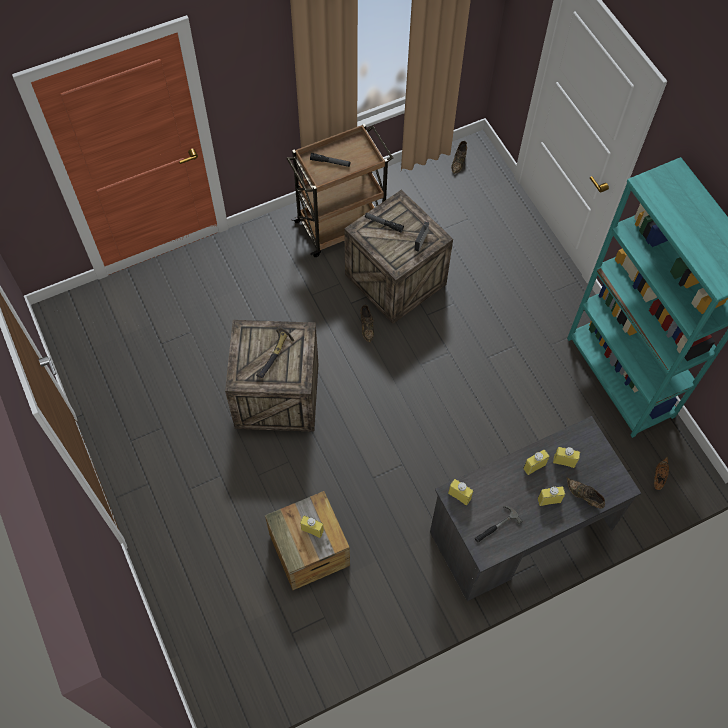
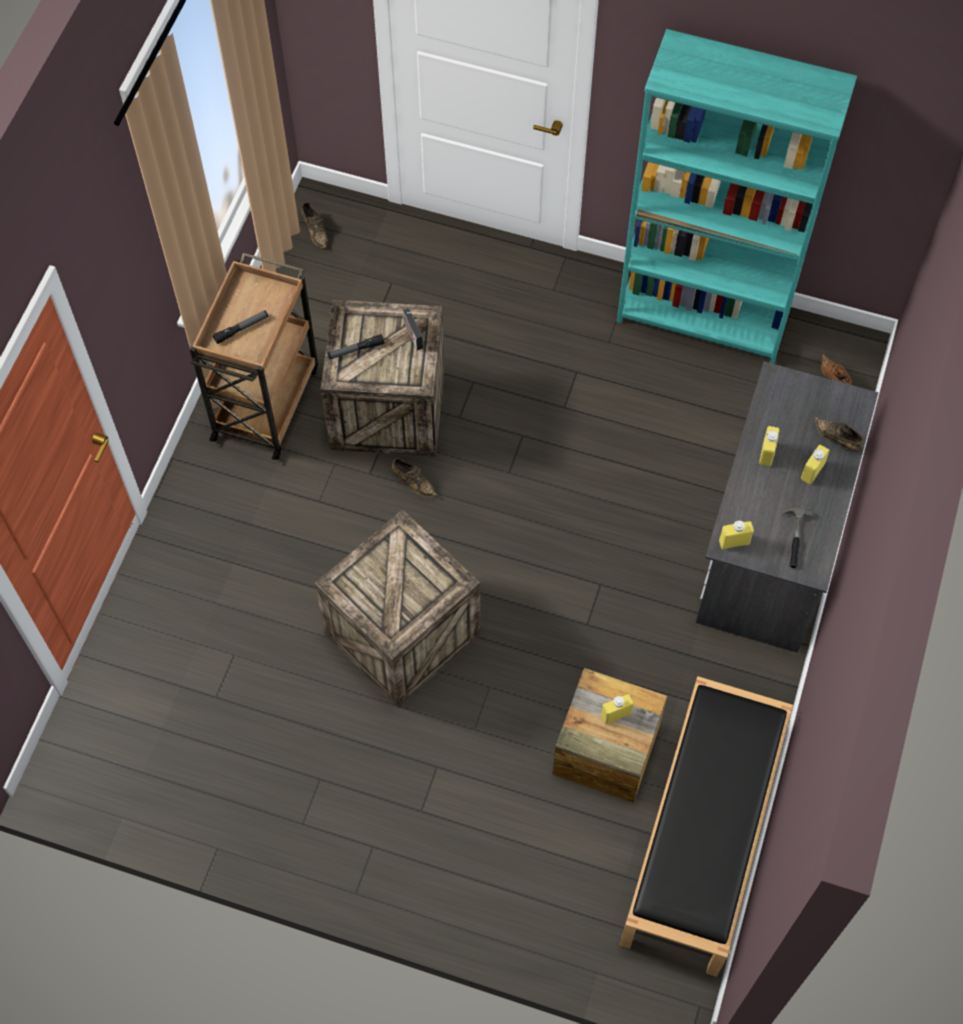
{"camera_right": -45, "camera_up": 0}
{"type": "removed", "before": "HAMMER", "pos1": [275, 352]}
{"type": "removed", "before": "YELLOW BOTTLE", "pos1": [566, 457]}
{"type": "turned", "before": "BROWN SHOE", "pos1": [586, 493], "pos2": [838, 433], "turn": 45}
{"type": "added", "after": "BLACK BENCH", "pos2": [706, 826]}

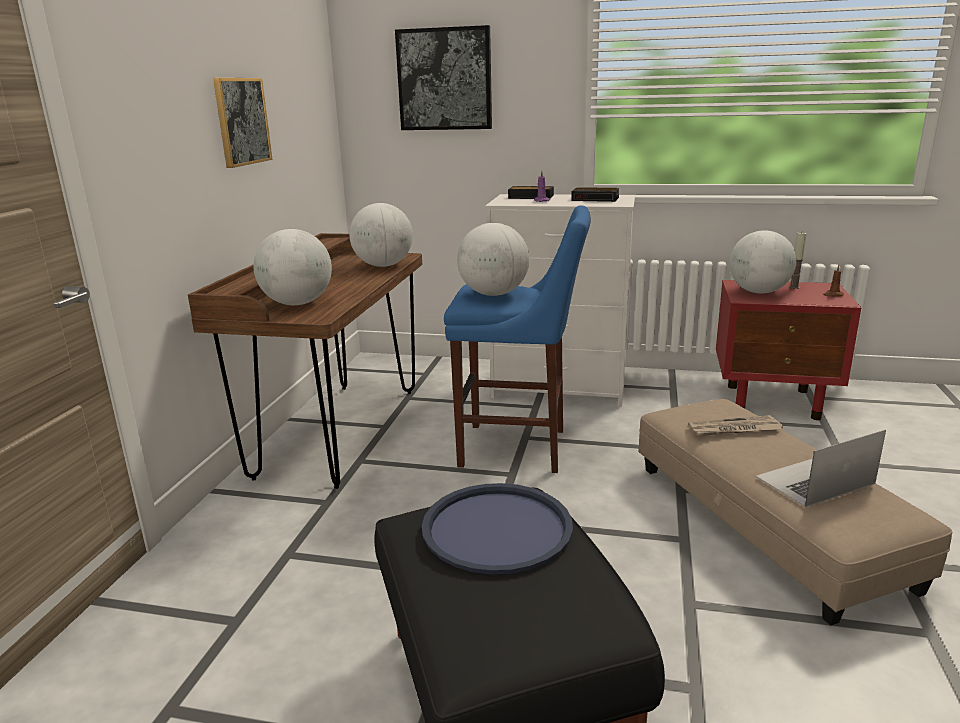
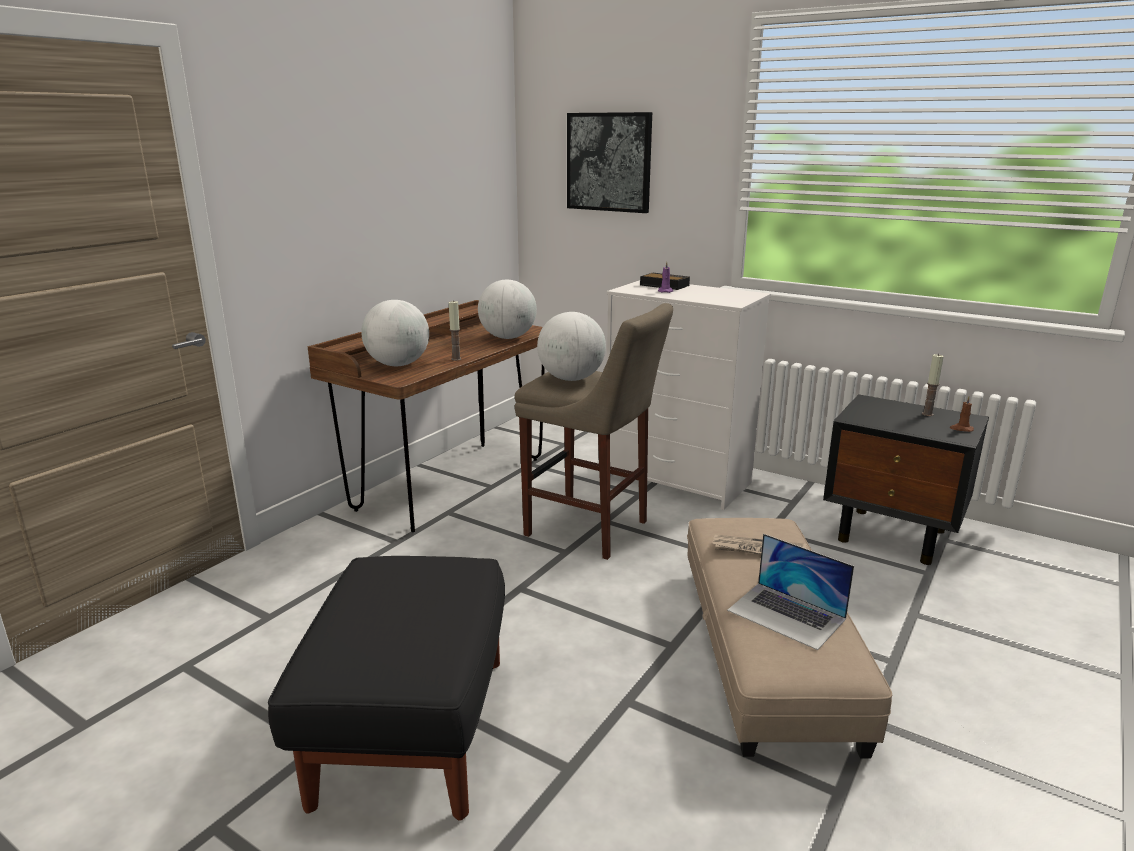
{"camera_right": 20, "camera_up": 0}
{"type": "removed", "before": "PICTURE", "pos1": [243, 123]}
{"type": "removed", "before": "BLUE TRAY", "pos1": [497, 528]}
{"type": "recoloured", "before": "BLUE STOOL", "after": "BEIGE STOOL", "pos1": [517, 339], "pos2": [594, 431]}
{"type": "removed", "before": "ALARM CLOCK", "pos1": [595, 194]}
{"type": "recoloured", "before": "RED NIGHTSTAND", "after": "BLACK NIGHTSTAND", "pos1": [788, 350], "pos2": [906, 479]}
{"type": "removed", "before": "GLOBE", "pos1": [762, 261]}
{"type": "turned", "before": "LAPTOP", "pos1": [821, 468], "pos2": [790, 592], "turn": -135}
{"type": "added", "after": "CANDLE", "pos2": [455, 331]}

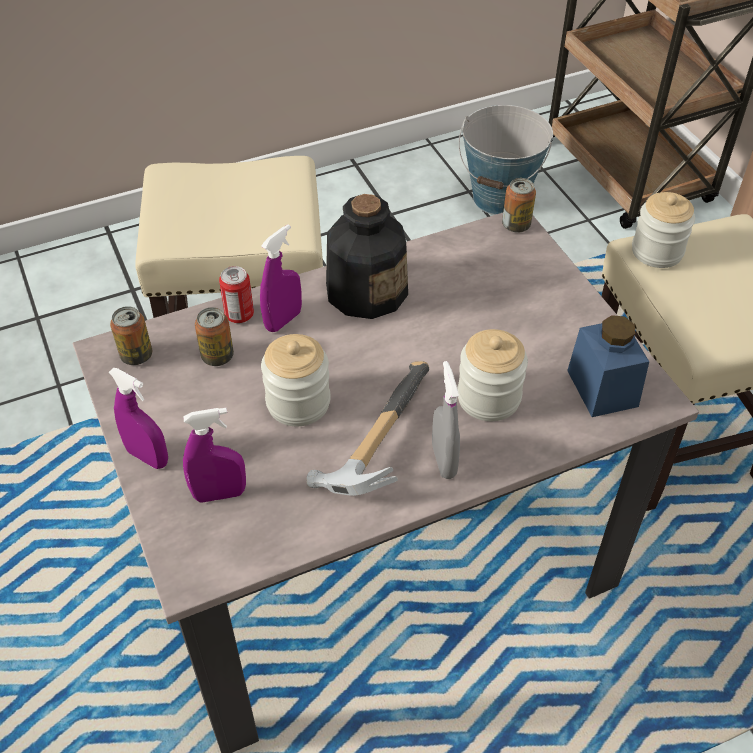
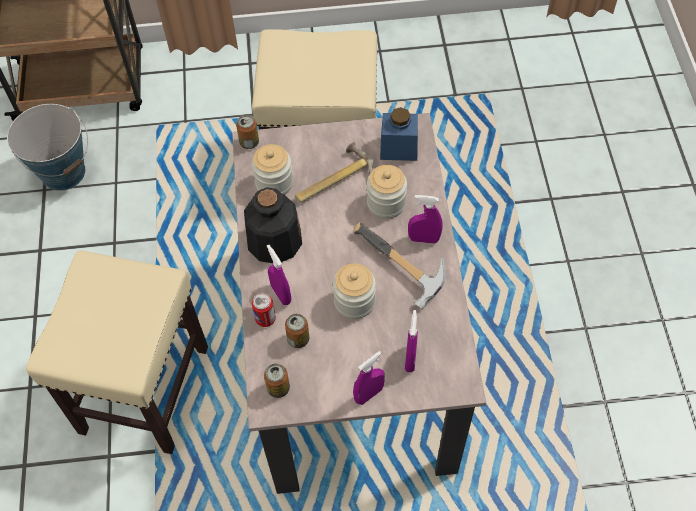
{"camera_right": -70, "camera_up": 10}
{"type": "recoloured", "before": "GREY SPRAY BOTTLE", "after": "PURPLE SPRAY BOTTLE", "pos1": [446, 420], "pos2": [425, 219]}
{"type": "moved", "before": "JAR", "pos1": [663, 230], "pos2": [272, 169]}
{"type": "added", "after": "HAMMER", "pos2": [334, 172]}

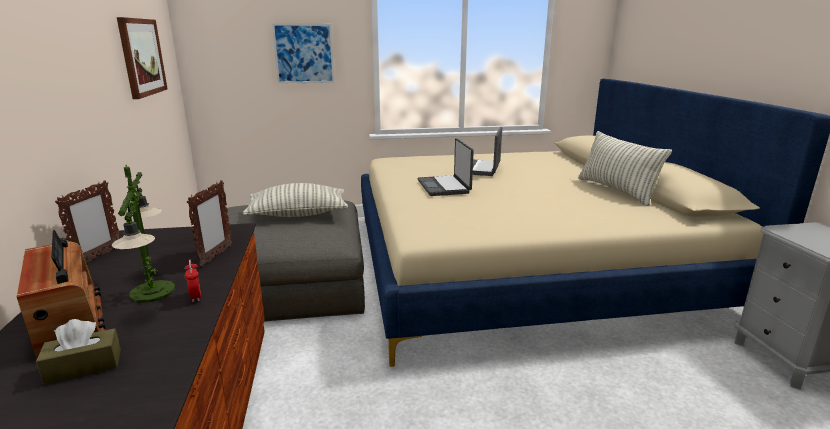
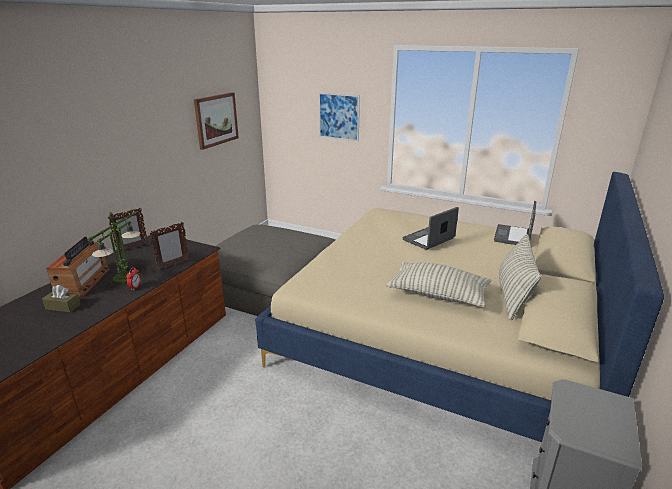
{"camera_right": 35, "camera_up": 5}
{"type": "moved", "before": "PILLOW", "pos1": [295, 200], "pos2": [438, 285]}
{"type": "moved", "before": "LAPTOP", "pos1": [445, 167], "pos2": [515, 223]}

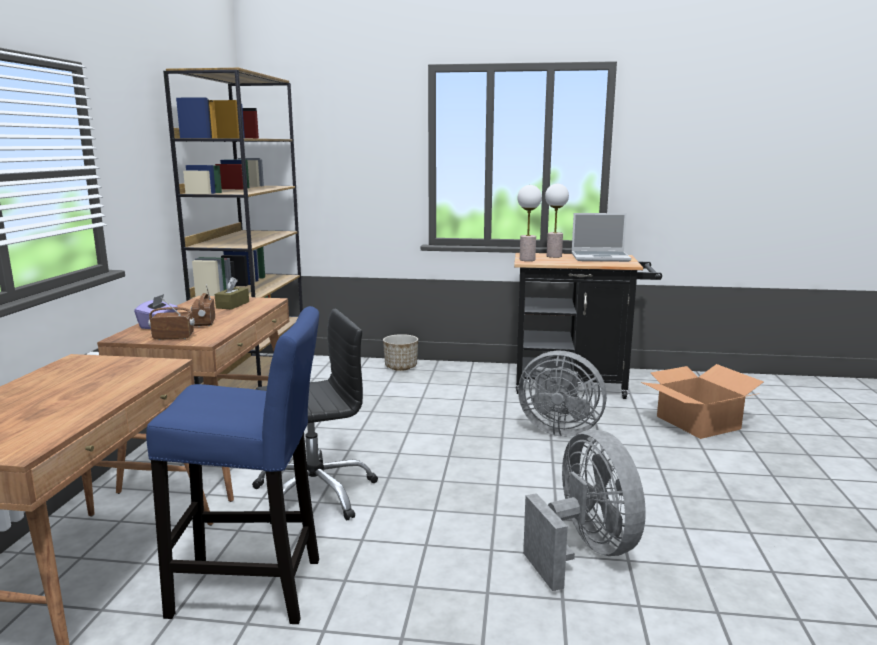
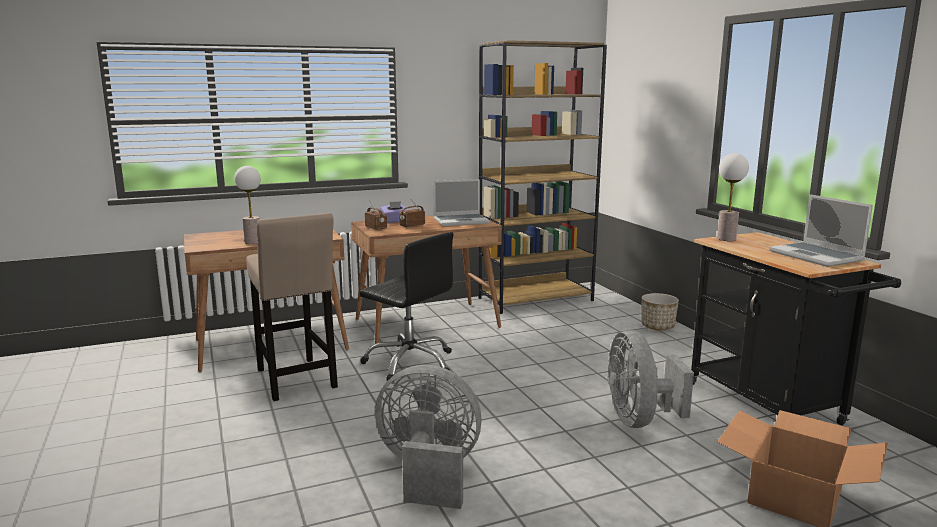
{"camera_right": 60, "camera_up": 0}
{"type": "recoloured", "before": "BLUE STOOL", "after": "BEIGE STOOL", "pos1": [232, 465], "pos2": [292, 307]}
{"type": "replaced", "before": "BROWN TISSUE BOX", "after": "LAPTOP", "pos1": [232, 293], "pos2": [461, 202]}
{"type": "turned", "before": "GREY FAN", "pos1": [584, 510], "pos2": [428, 437], "turn": -120}
{"type": "moved", "before": "TABLE LAMP", "pos1": [557, 221], "pos2": [248, 205]}

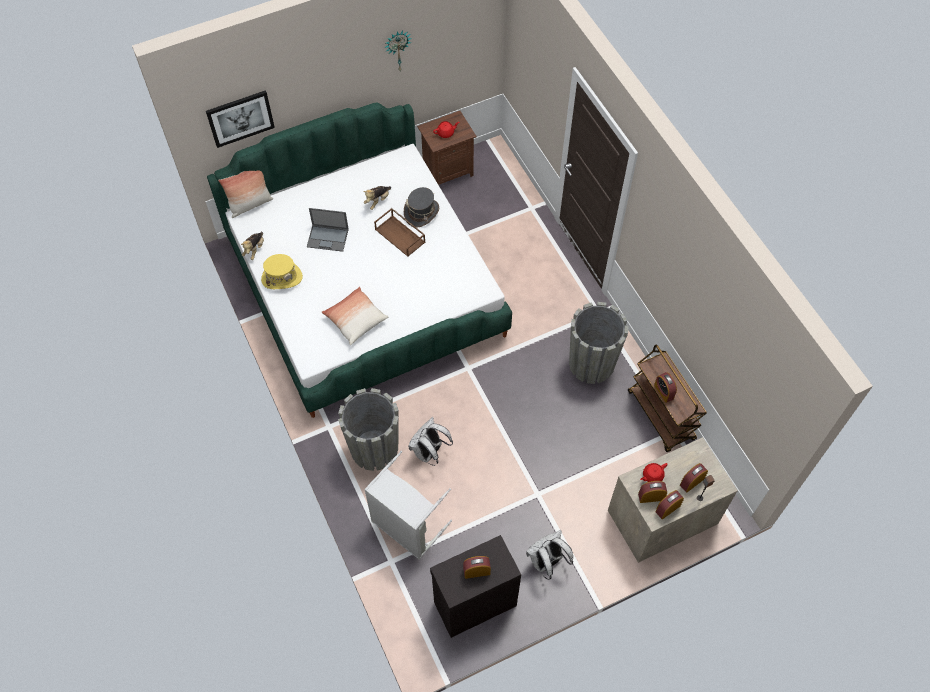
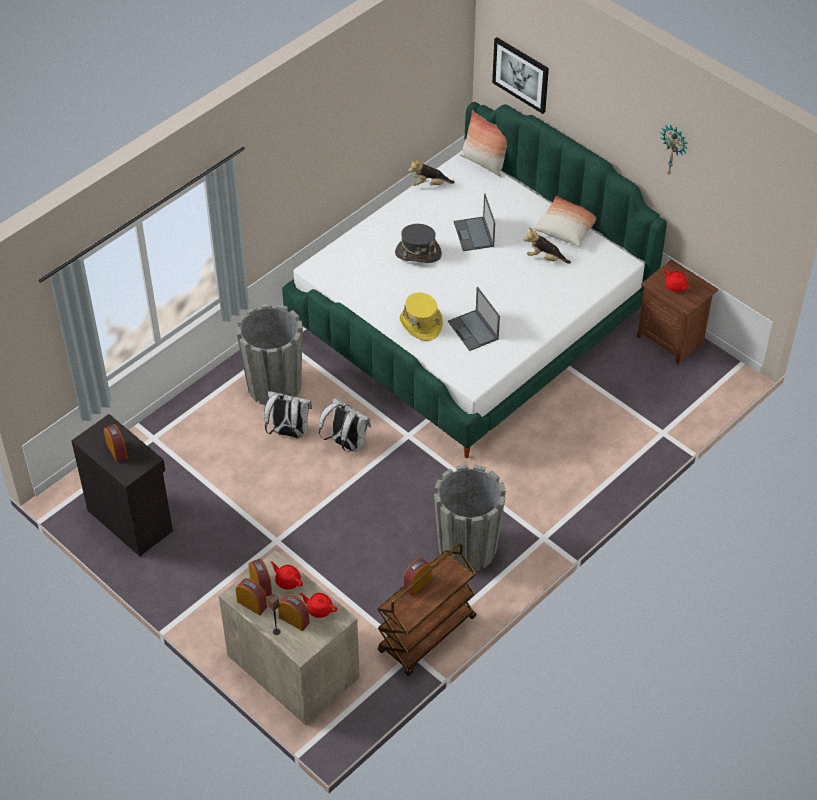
{"camera_right": 70, "camera_up": -10}
{"type": "moved", "before": "YELLOW HAT", "pos1": [282, 271], "pos2": [421, 316]}
{"type": "moved", "before": "PILLOW", "pos1": [355, 316], "pos2": [564, 221]}
{"type": "removed", "before": "GREY LAUNDRY BASKET", "pos1": [408, 505]}
{"type": "removed", "before": "BROWN TRAY", "pos1": [400, 232]}
{"type": "moved", "before": "GREY HAT", "pos1": [421, 207], "pos2": [418, 243]}
{"type": "moved", "before": "WHITE BACKPACK", "pos1": [549, 555], "pos2": [345, 425]}
{"type": "added", "after": "RED TEAPOT", "pos2": [318, 605]}
{"type": "added", "after": "LAPTOP", "pos2": [474, 319]}

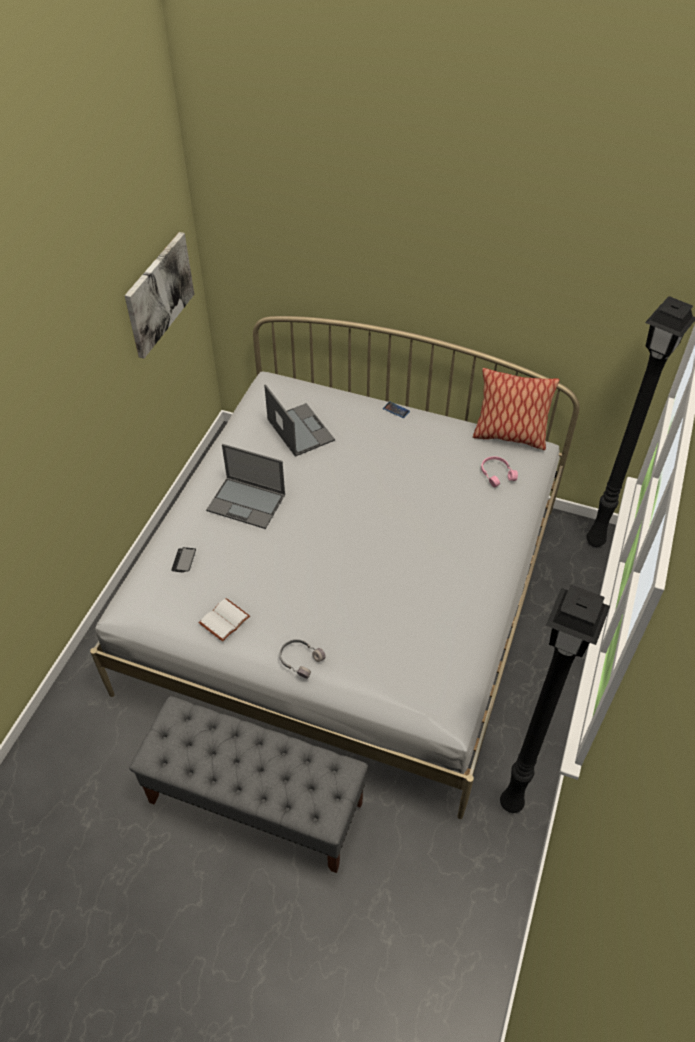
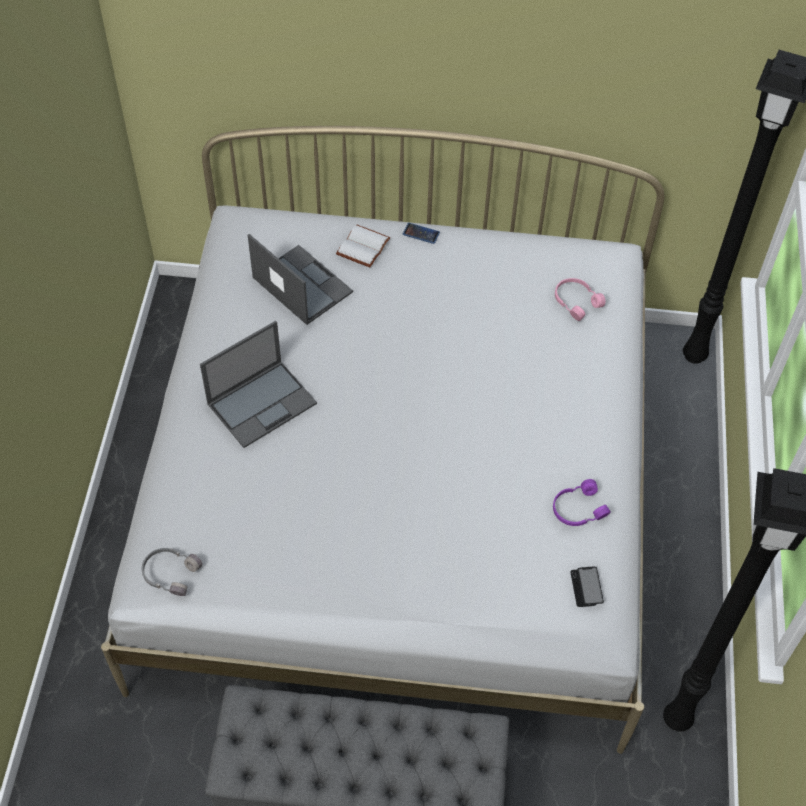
{"camera_right": -15, "camera_up": 5}
{"type": "removed", "before": "PICTURE", "pos1": [159, 295]}
{"type": "moved", "before": "PHONE", "pos1": [183, 560], "pos2": [587, 586]}
{"type": "moved", "before": "WHITE BOOK", "pos1": [224, 620], "pos2": [363, 246]}
{"type": "turned", "before": "LAPTOP", "pos1": [245, 486], "pos2": [258, 384], "turn": -45}
{"type": "moved", "before": "GREY HEADPHONES", "pos1": [303, 659], "pos2": [172, 572]}
{"type": "removed", "before": "PILLOW", "pos1": [516, 409]}
{"type": "added", "after": "PURPLE HEADPHONES", "pos2": [582, 502]}

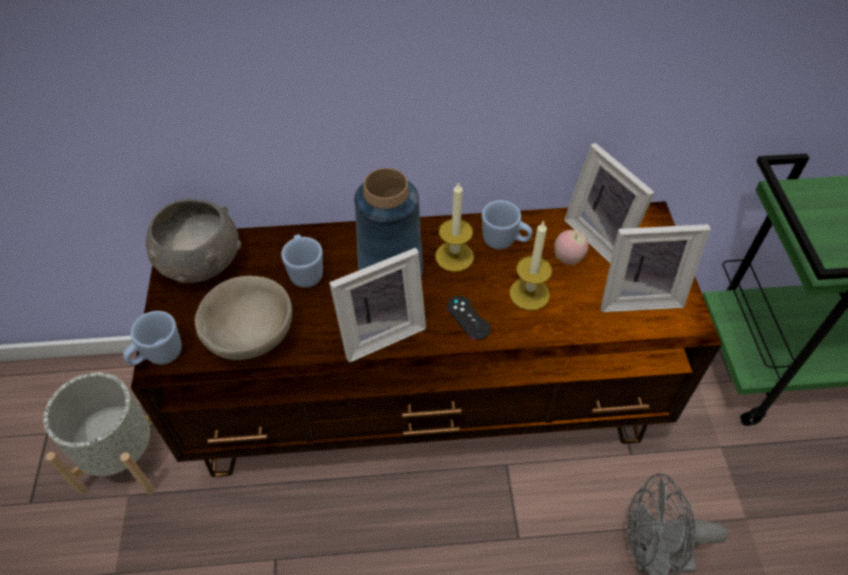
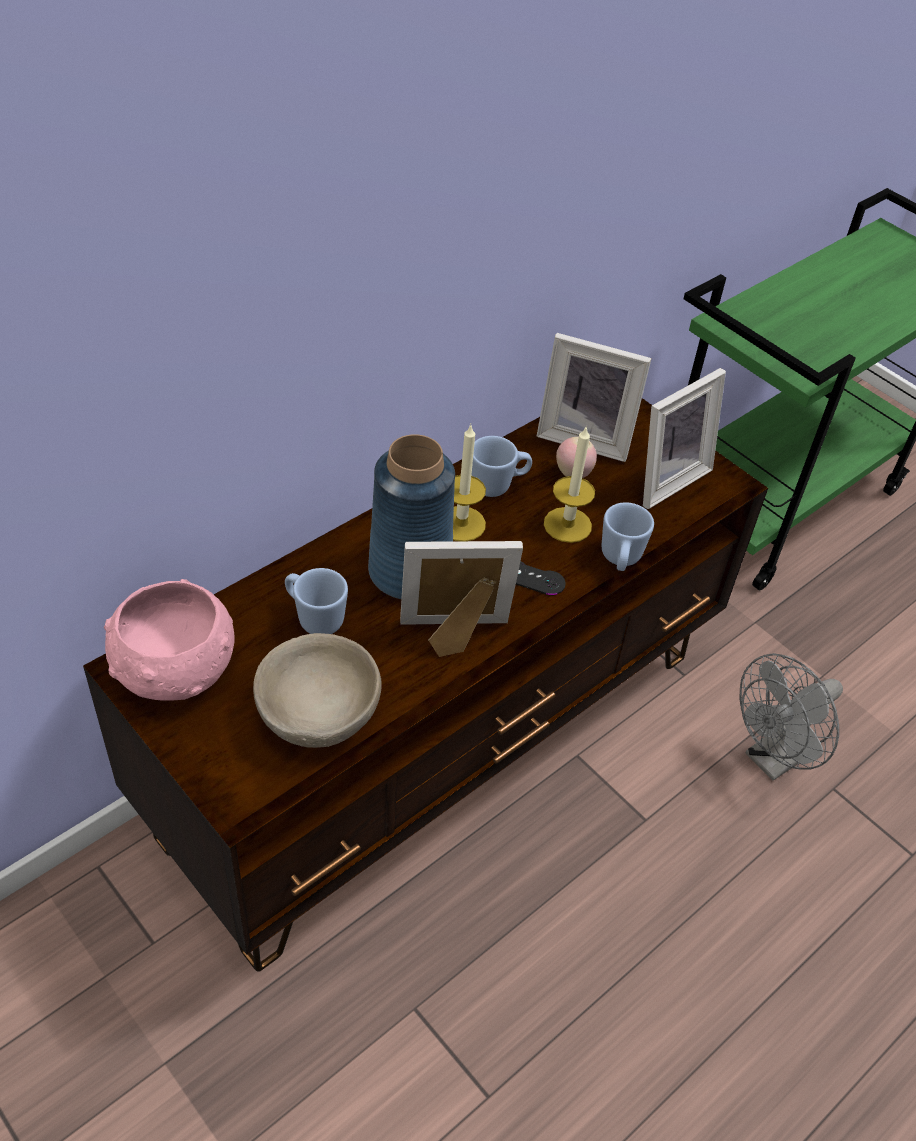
{"camera_right": -40, "camera_up": -5}
{"type": "removed", "before": "GREY PLANTER", "pos1": [99, 433]}
{"type": "moved", "before": "BLUE MUG", "pos1": [152, 338], "pos2": [628, 536]}
{"type": "recoloured", "before": "GREY BOWL", "after": "PINK BOWL", "pos1": [193, 240], "pos2": [169, 640]}
{"type": "turned", "before": "PICTURE FRAME", "pos1": [377, 305], "pos2": [461, 599], "turn": -120}

